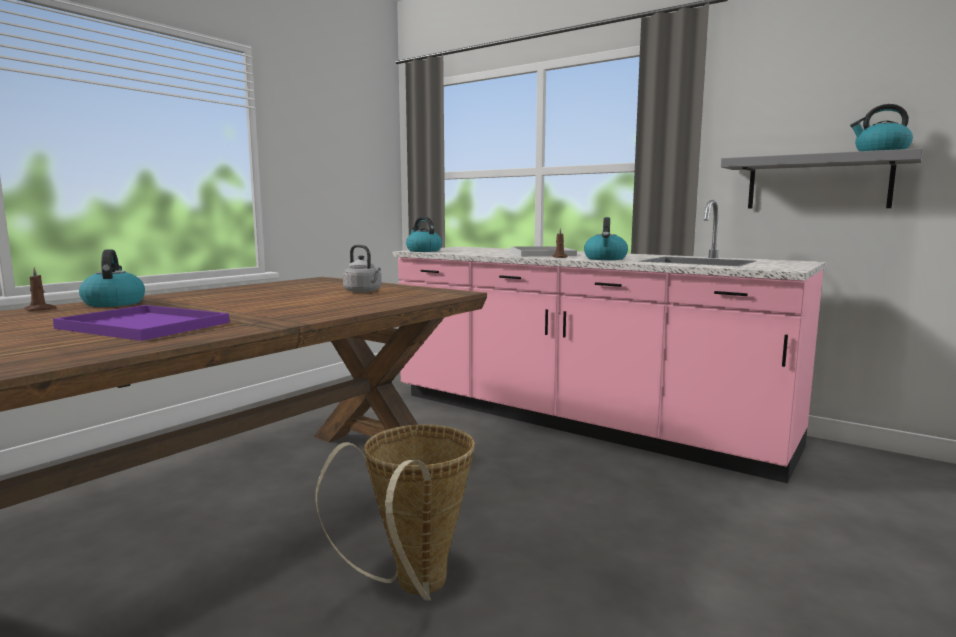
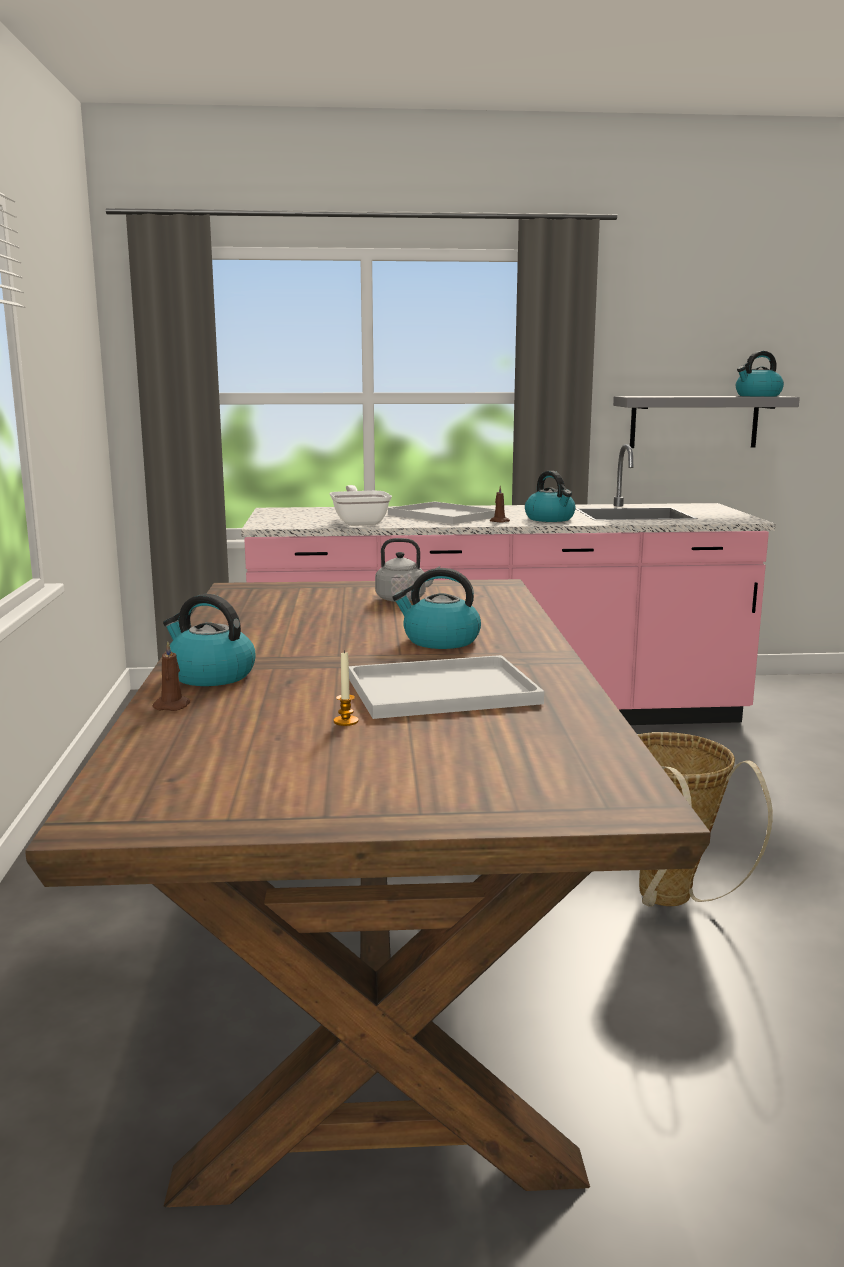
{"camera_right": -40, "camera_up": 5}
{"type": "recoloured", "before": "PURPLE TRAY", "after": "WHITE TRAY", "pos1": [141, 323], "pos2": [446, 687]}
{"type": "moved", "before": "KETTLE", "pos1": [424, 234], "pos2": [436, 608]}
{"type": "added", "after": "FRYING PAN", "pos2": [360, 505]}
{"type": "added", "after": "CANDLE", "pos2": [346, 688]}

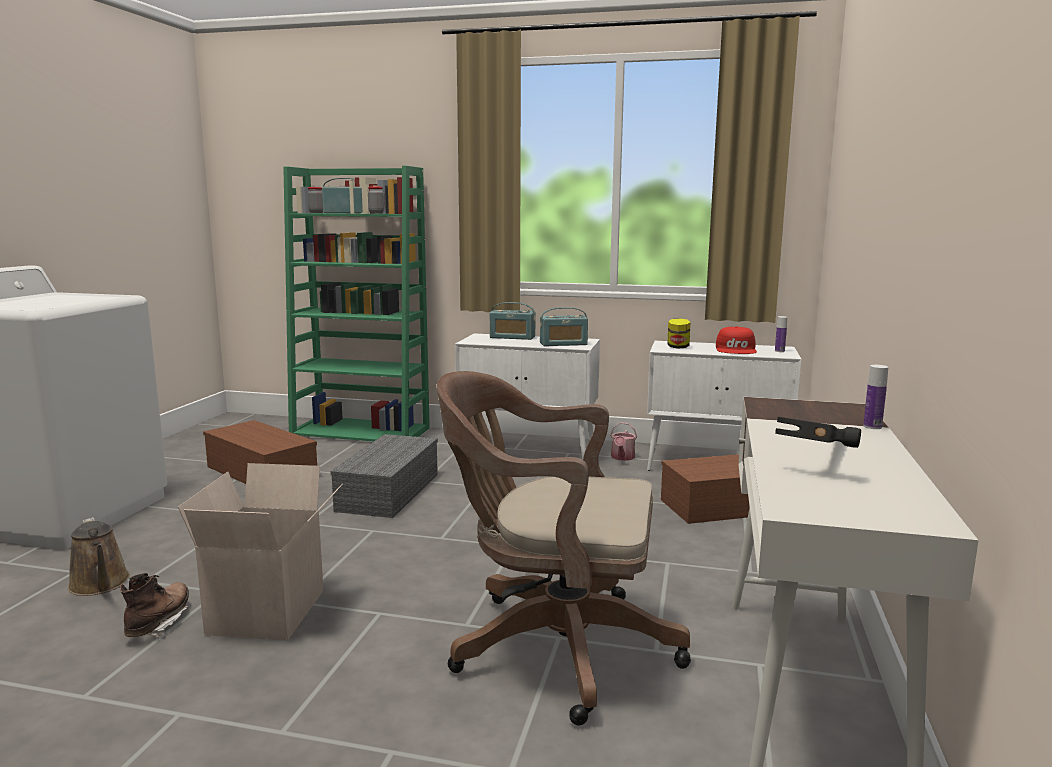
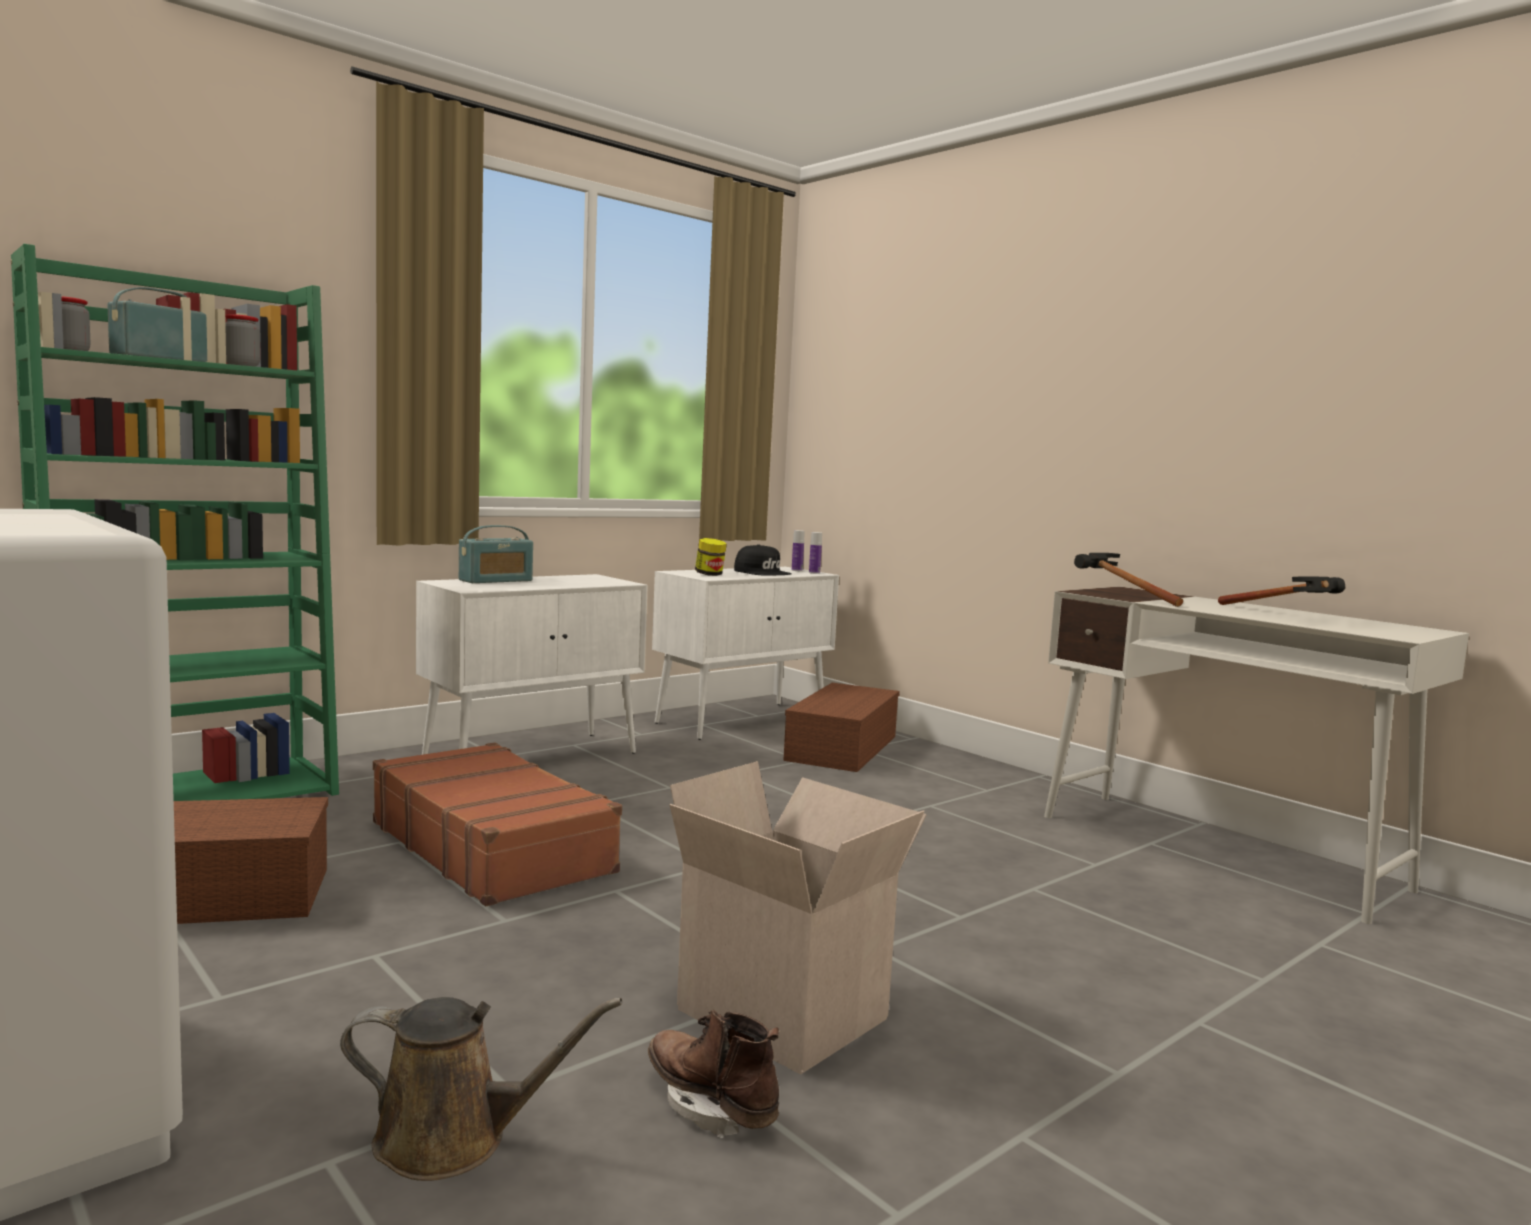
{"camera_right": -55, "camera_up": -5}
{"type": "replaced", "before": "GREY STORAGE BOX", "after": "BROWN SUITCASE", "pos1": [384, 476], "pos2": [497, 824]}
{"type": "removed", "before": "BROWN OFFICE CHAIR", "pos1": [564, 548]}
{"type": "removed", "before": "RADIO", "pos1": [564, 326]}
{"type": "removed", "before": "WATERING CAN", "pos1": [623, 441]}
{"type": "recoloured", "before": "RED CAP", "after": "BLACK CAP", "pos1": [736, 340], "pos2": [763, 559]}
{"type": "moved", "before": "BOTTLE", "pos1": [875, 397], "pos2": [815, 553]}
{"type": "added", "after": "HAMMER", "pos2": [1128, 580]}

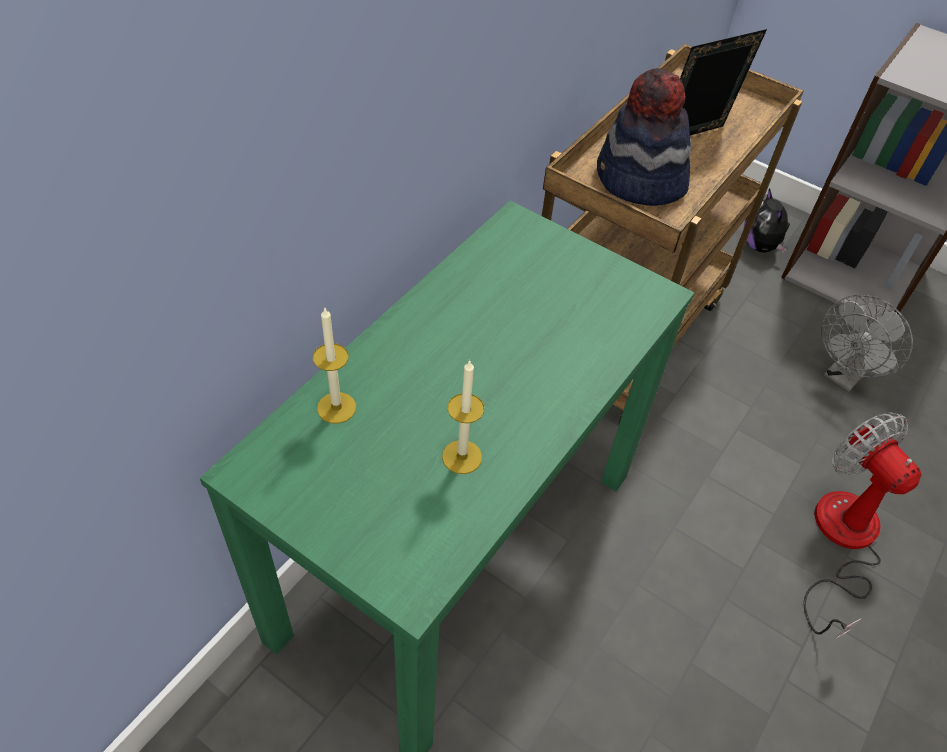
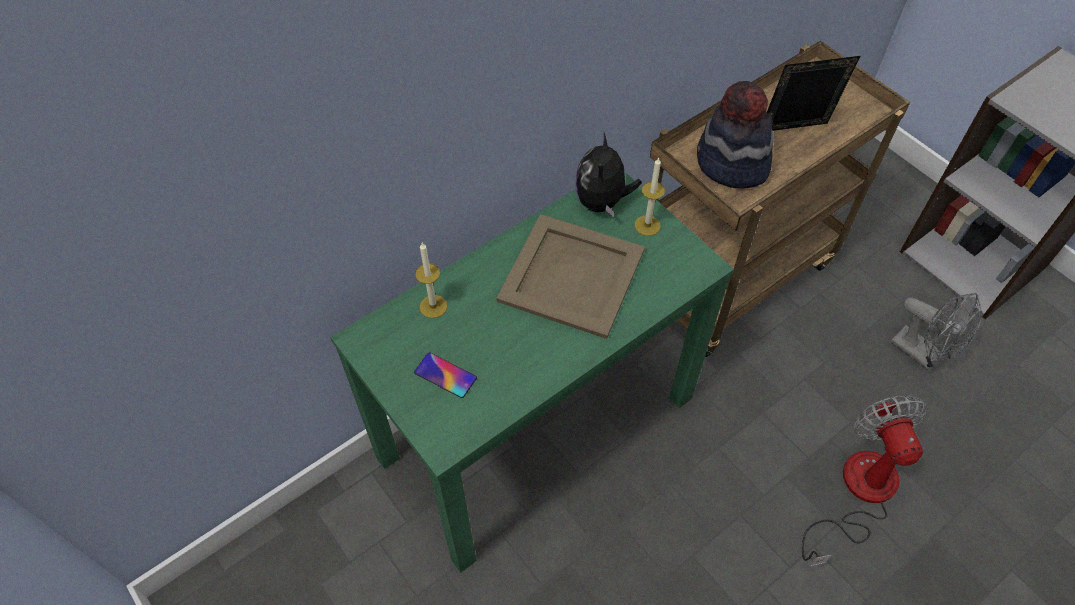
{"camera_right": 20, "camera_up": 5}
{"type": "moved", "before": "CANDLE", "pos1": [463, 417], "pos2": [650, 196]}
{"type": "moved", "before": "PLUSH TOY", "pos1": [766, 220], "pos2": [608, 175]}
{"type": "turned", "before": "GREY FAN", "pos1": [867, 343], "pos2": [936, 331], "turn": -105}
{"type": "added", "after": "PHONE", "pos2": [445, 375]}
{"type": "added", "after": "BEIGE TRAY", "pos2": [570, 276]}

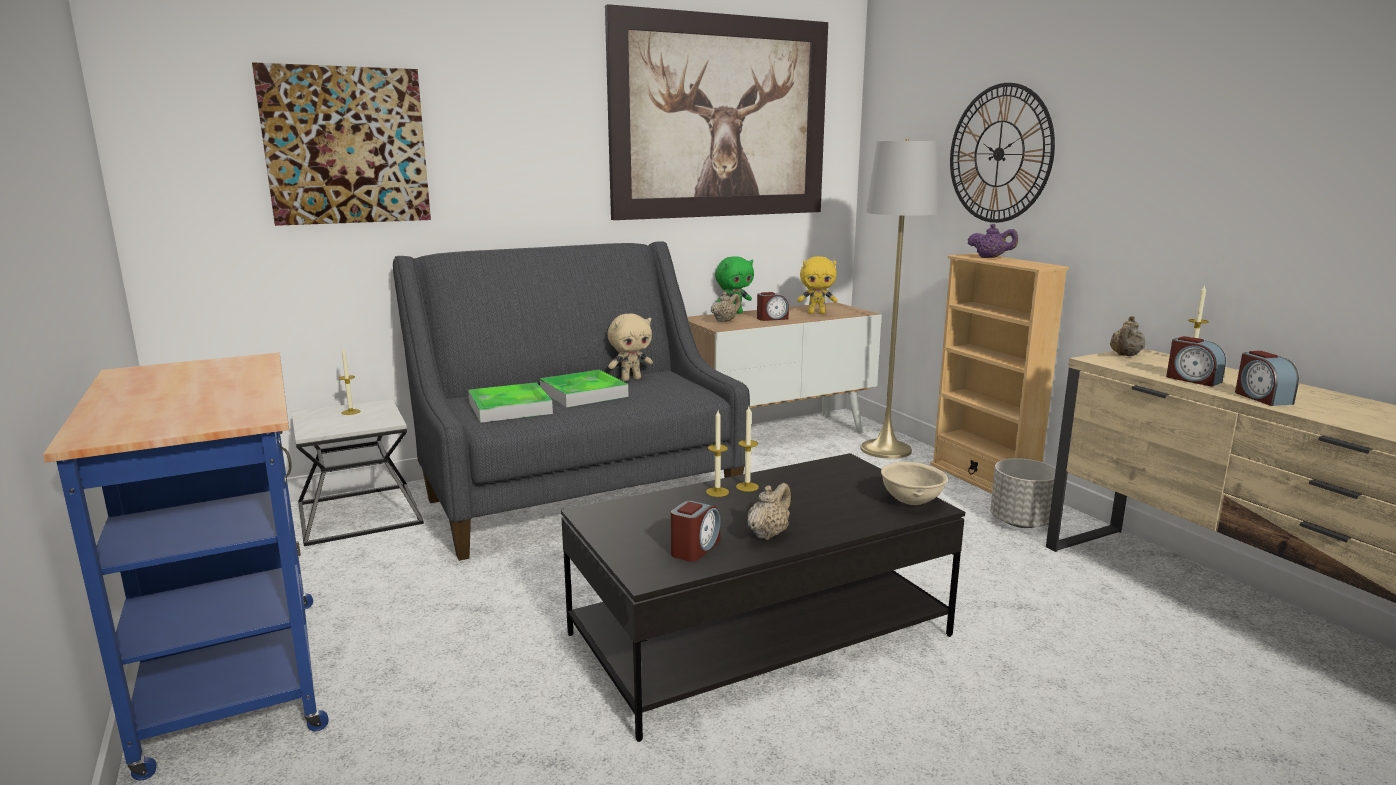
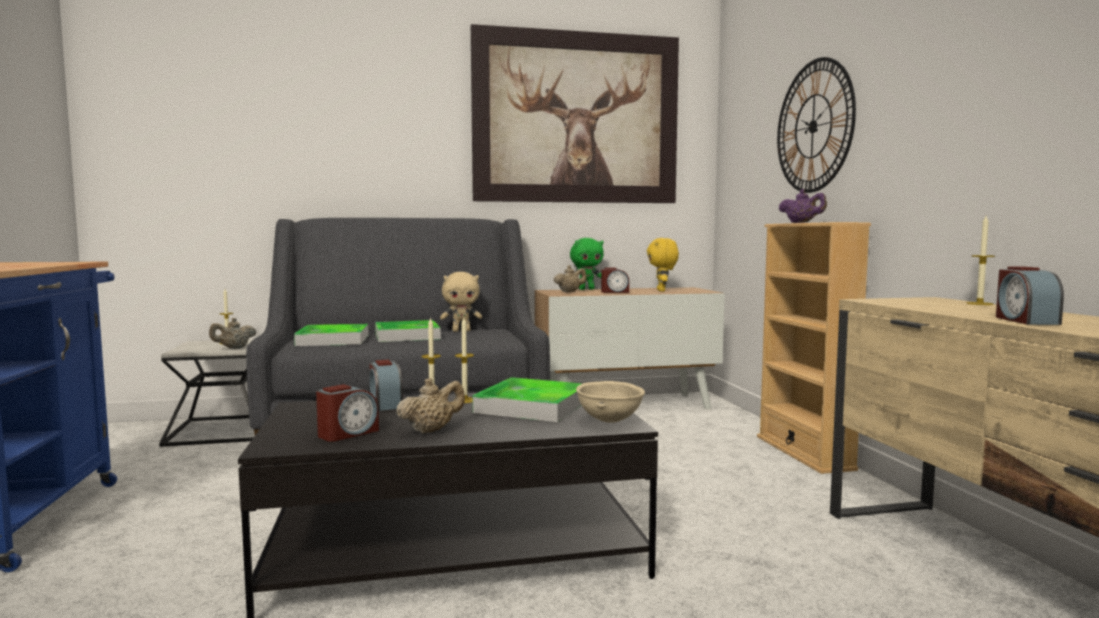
{"camera_right": 15, "camera_up": -10}
{"type": "removed", "before": "PICTURE", "pos1": [341, 144]}
{"type": "turned", "before": "YELLOW PLUSH TOY", "pos1": [817, 285], "pos2": [663, 265], "turn": 75}
{"type": "removed", "before": "GREY FLOOR LAMP", "pos1": [899, 299]}
{"type": "removed", "before": "GREY PLANTER", "pos1": [1023, 493]}
{"type": "moved", "before": "BEIGE TEAPOT", "pos1": [1128, 336], "pos2": [232, 333]}
{"type": "moved", "before": "ALARM CLOCK", "pos1": [1196, 361], "pos2": [386, 385]}
{"type": "added", "after": "TRAY", "pos2": [528, 399]}

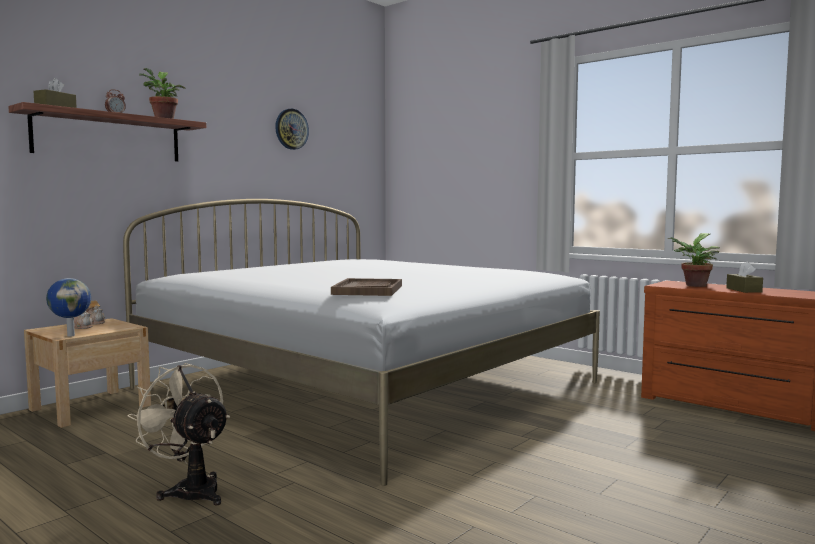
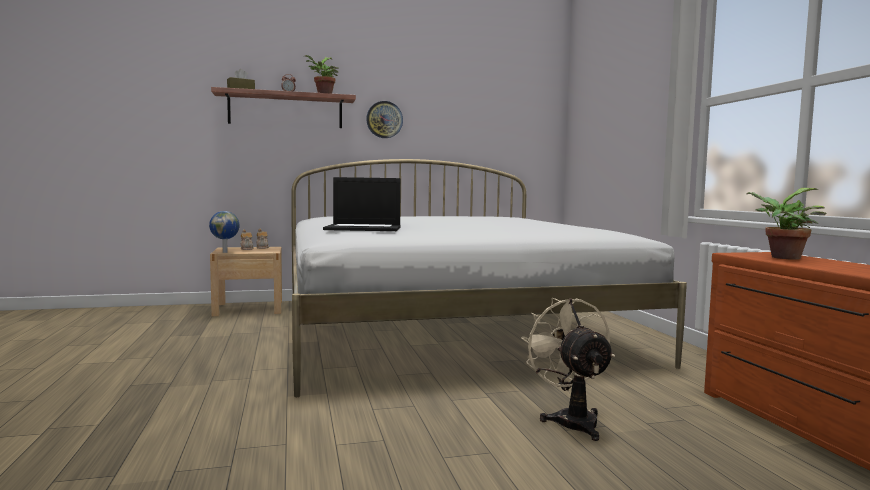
{"camera_right": 35, "camera_up": 0}
{"type": "moved", "before": "BEIGE FAN", "pos1": [179, 434], "pos2": [568, 369]}
{"type": "moved", "before": "WALL CLOCK", "pos1": [292, 129], "pos2": [384, 119]}
{"type": "replaced", "before": "BROWN TRAY", "after": "LAPTOP", "pos1": [366, 287], "pos2": [362, 204]}
{"type": "removed", "before": "BROWN TISSUE BOX", "pos1": [744, 277]}

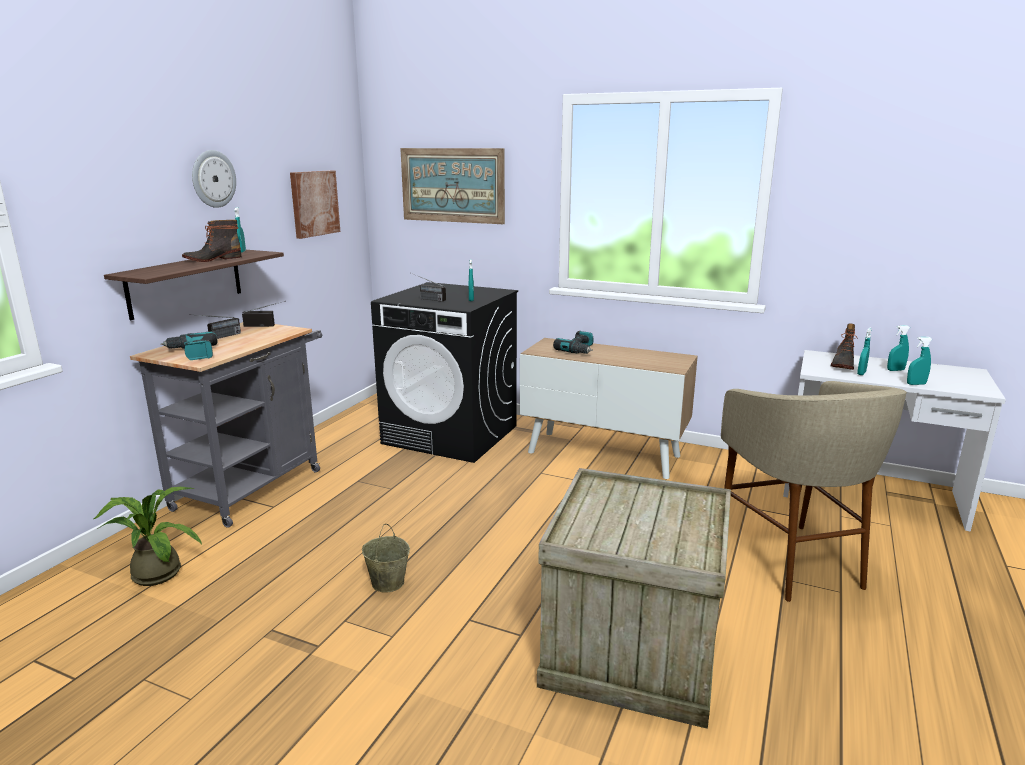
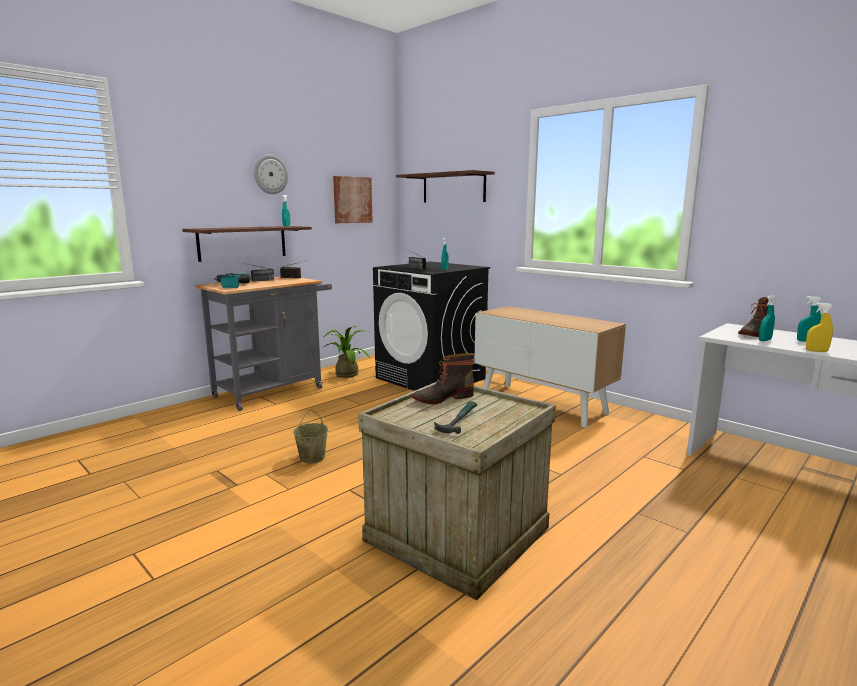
{"camera_right": 20, "camera_up": -5}
{"type": "moved", "before": "POTTED PLANT", "pos1": [148, 536], "pos2": [346, 352]}
{"type": "moved", "before": "BOOT", "pos1": [212, 241], "pos2": [443, 378]}
{"type": "replaced", "before": "PICTURE", "after": "SHELF", "pos1": [452, 186], "pos2": [445, 186]}
{"type": "removed", "before": "POWER DRILL", "pos1": [573, 342]}
{"type": "removed", "before": "BEIGE STOOL", "pos1": [814, 491]}
{"type": "recoloured", "before": "TURQUOISE SPRAY BOTTLE", "after": "YELLOW SPRAY BOTTLE", "pos1": [920, 361], "pos2": [819, 327]}
{"type": "added", "after": "HAMMER", "pos2": [455, 417]}

